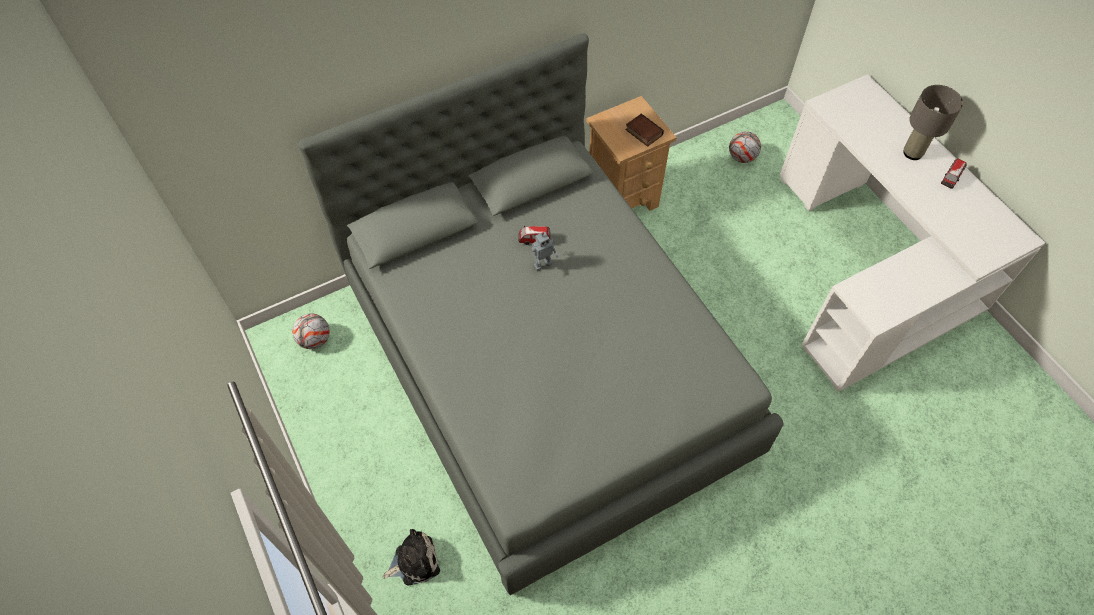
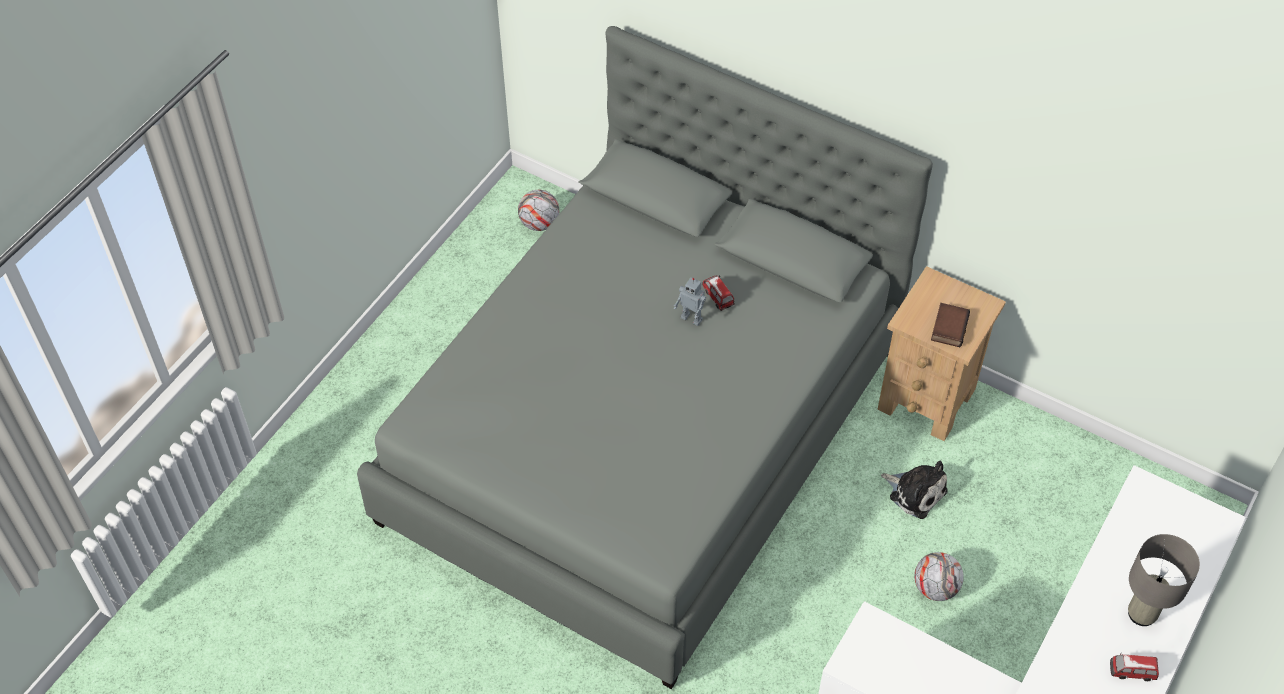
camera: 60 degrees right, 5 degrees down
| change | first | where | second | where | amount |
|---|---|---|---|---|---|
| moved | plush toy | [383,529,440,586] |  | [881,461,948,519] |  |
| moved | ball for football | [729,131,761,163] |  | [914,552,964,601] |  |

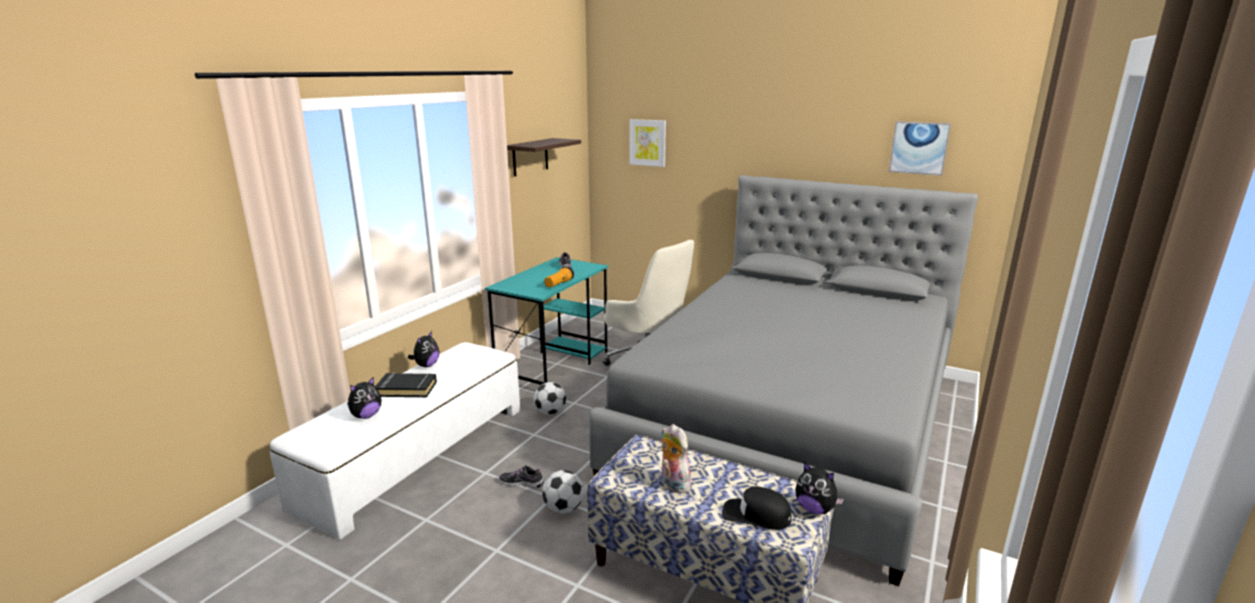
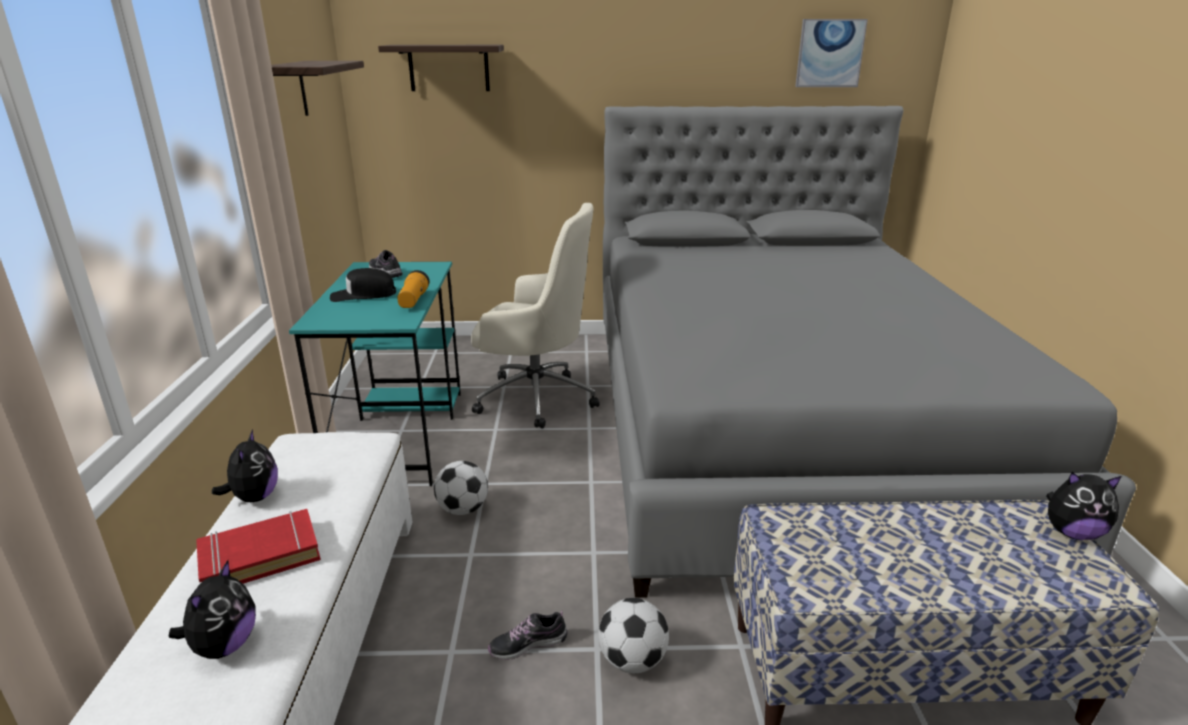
camera: 30 degrees left, 5 degrees up
| change | first | where | second | where | amount |
|---|---|---|---|---|---|
| recoloured | black-coloured bound book | [375,373,437,397] | reddish bound book | [196,509,321,584] |  |
| replaced | picture | [630,119,666,167] | wall shelf | [378,45,504,91] |  |
| removed | plush toy | [661,424,691,493] |  |  |  |
| moved | black-coloured baseball cap | [722,486,791,530] |  | [330,268,396,302] |  |

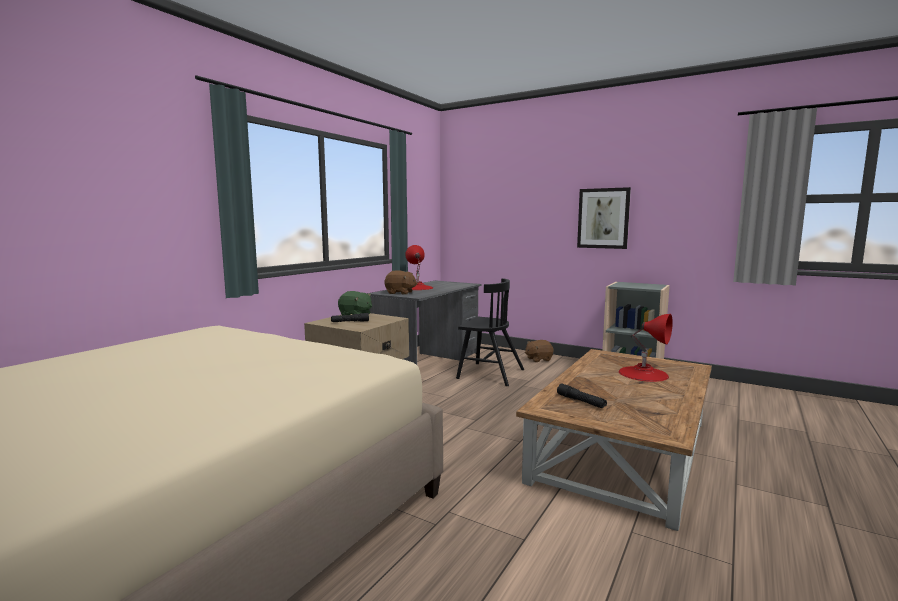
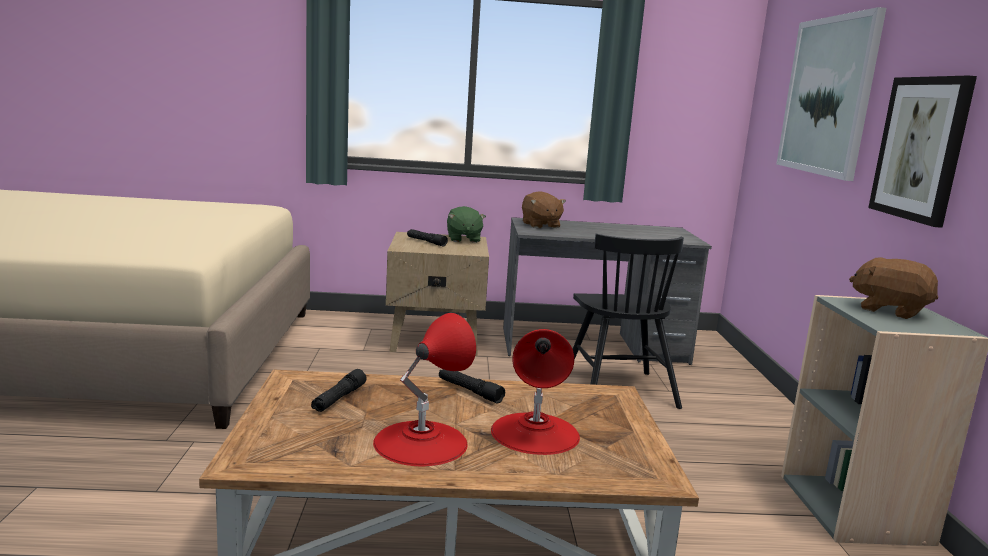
camera: 55 degrees right, 5 degrees up
| change | first | where | second | where | amount |
|---|---|---|---|---|---|
| moved | reddish lamp for a table | [405,245,433,290] |  | [373,313,476,466] |  |
| moved | brown-coloured plush toy | [525,340,553,362] |  | [849,257,938,319] |  |
| added |  |  | black-coloured torch | [439,369,505,403] |  |
| added |  |  | picture | [776,7,886,181] |  |

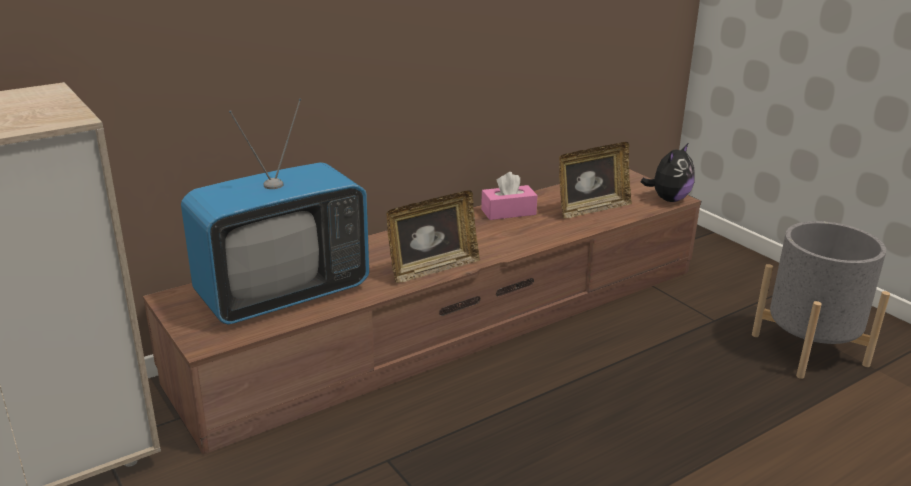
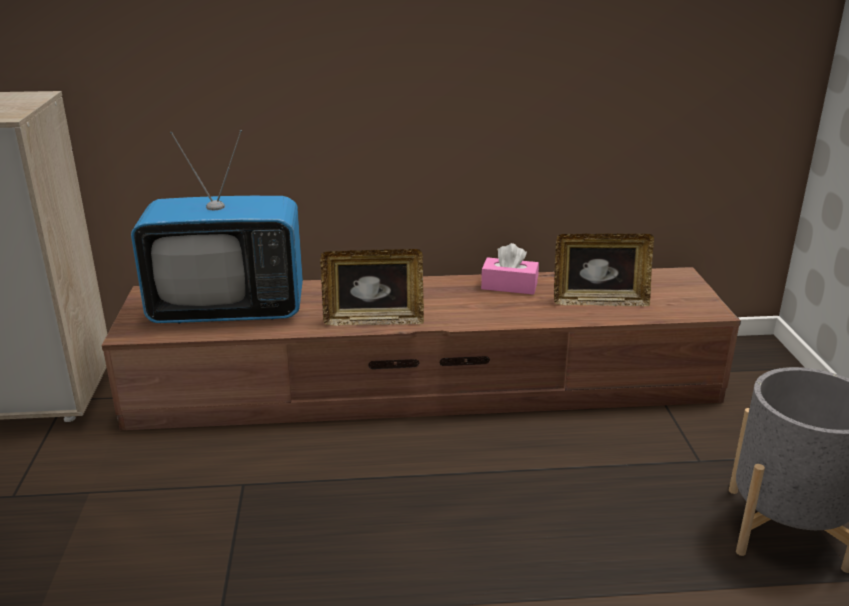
camera: 30 degrees right, 0 degrees up
| change | first | where | second | where | amount |
|---|---|---|---|---|---|
| removed | plush toy | [641,143,694,202] |  |  |  |

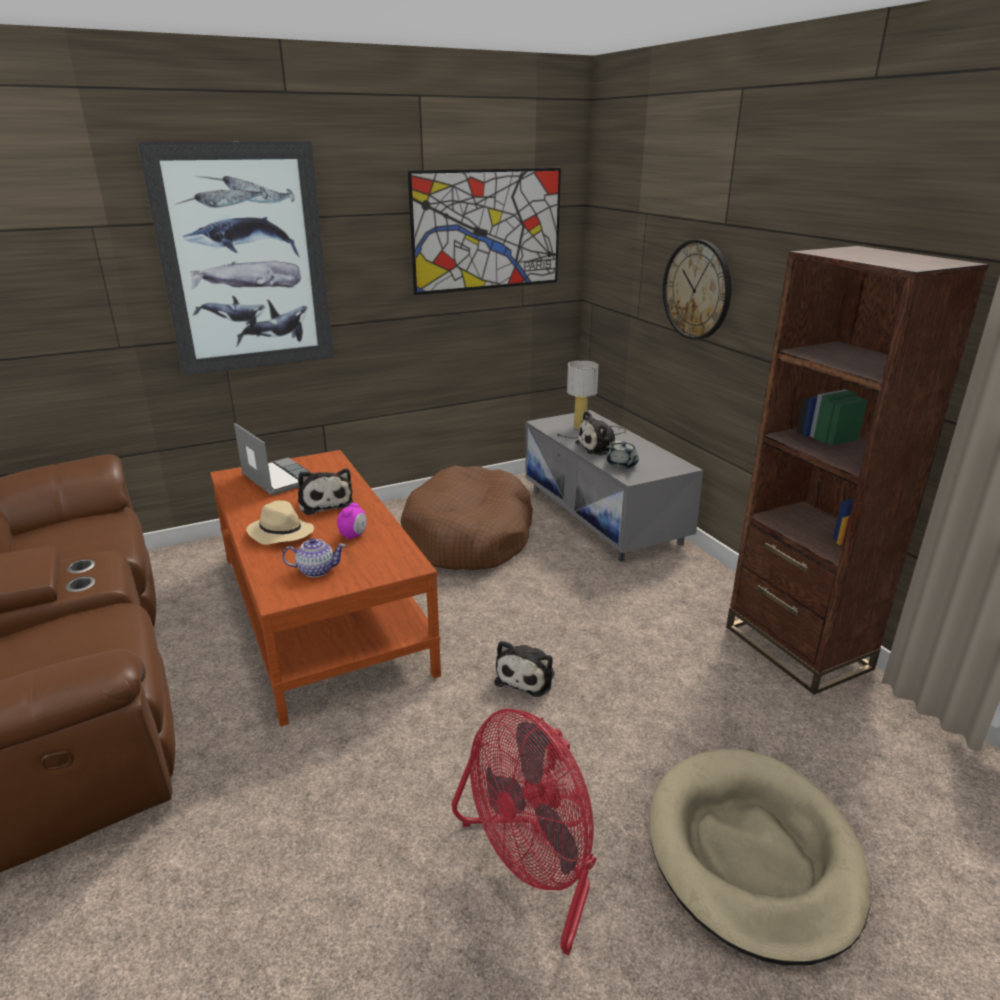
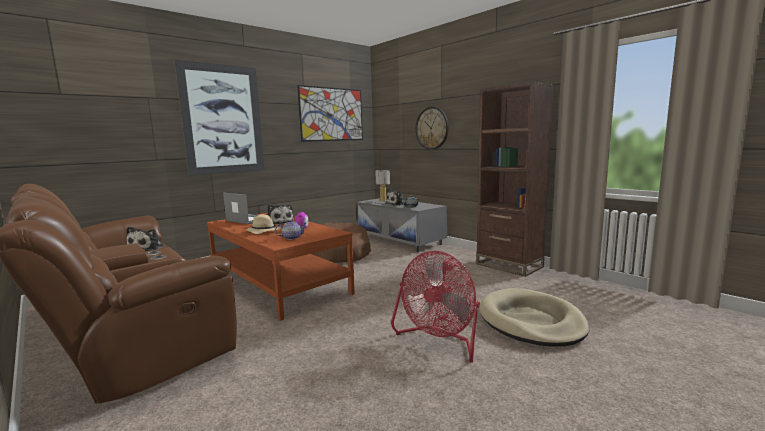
camera: 15 degrees left, 15 degrees down
| change | first | where | second | where | amount |
|---|---|---|---|---|---|
| moved | plush toy | [495,640,555,697] |  | [126,227,164,251] |  |

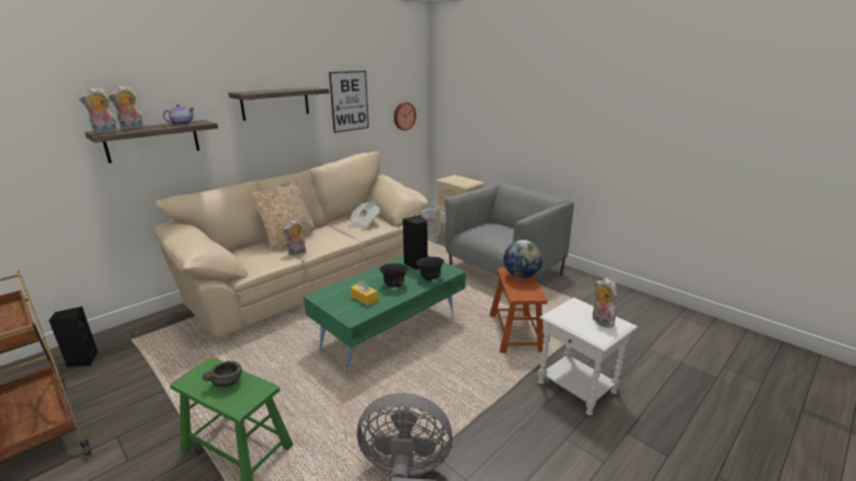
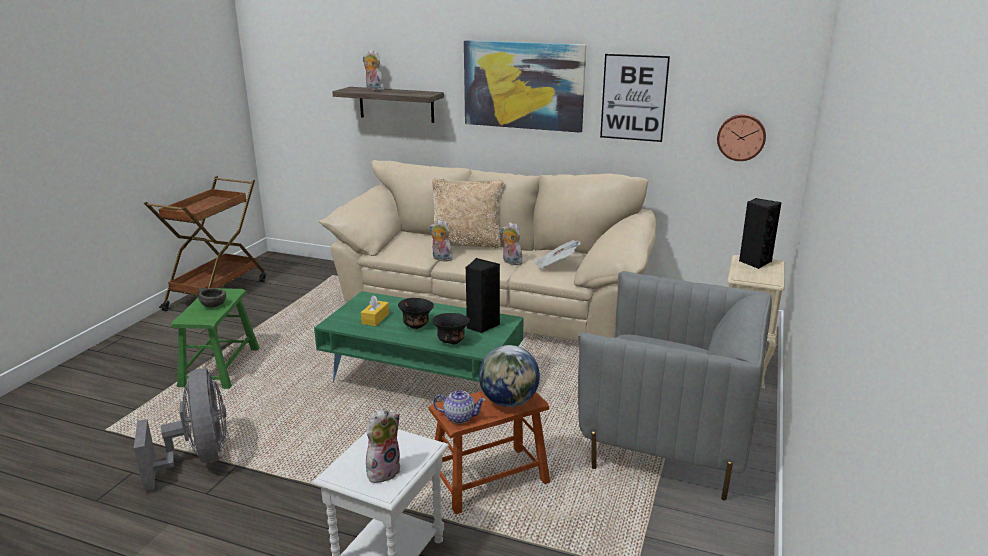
camera: 65 degrees right, 0 degrees up
| change | first | where | second | where | amount |
|---|---|---|---|---|---|
| moved | black-coloured speaker | [49,306,98,367] |  | [739,198,782,269] |  |
| moved | plush toy | [79,87,120,134] |  | [501,222,522,265] |  |
| moved | tea pot | [163,104,194,125] |  | [433,390,486,424] |  |
| replaced | wall shelf | [228,87,329,121] | picture | [464,40,586,133] |  |

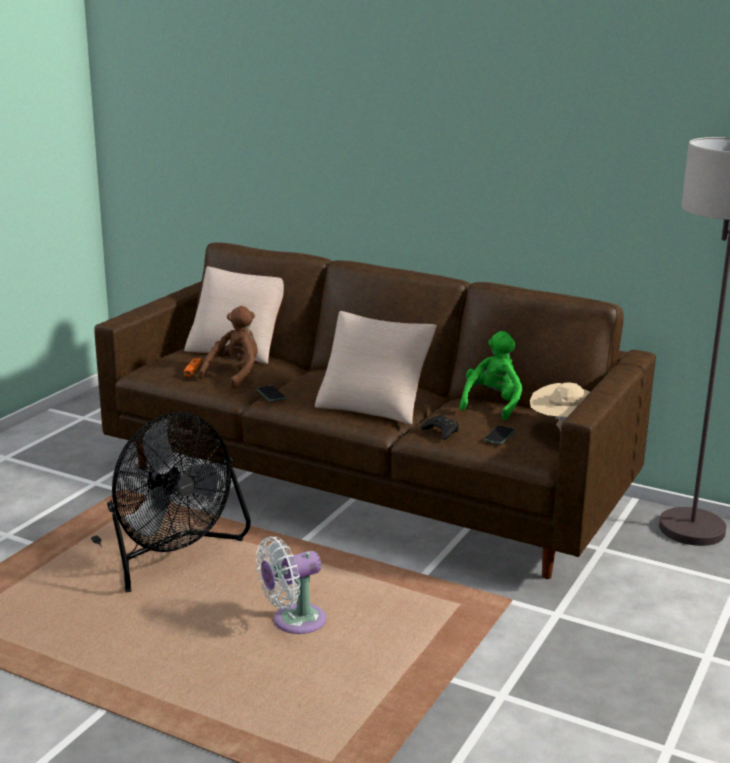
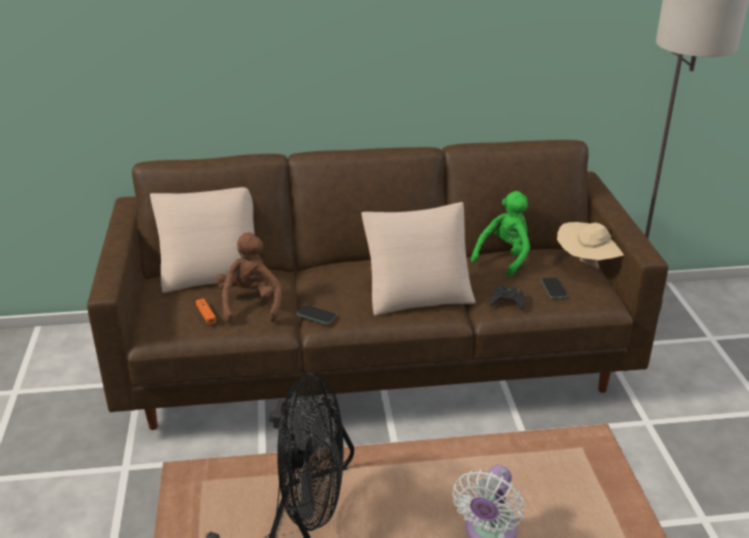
camera: 35 degrees left, 10 degrees up
| change | first | where | second | where | amount |
|---|---|---|---|---|---|
| turned | greenish plush toy | [459,331,523,420] |  | [471,191,530,277] | 45 degrees clockwise |

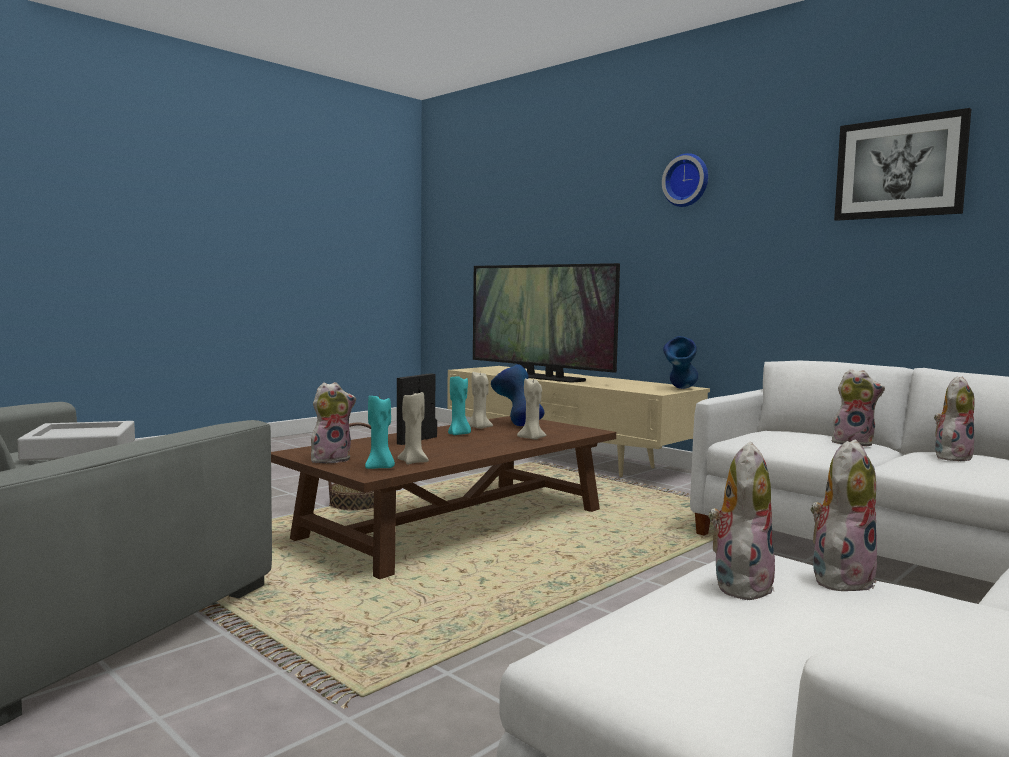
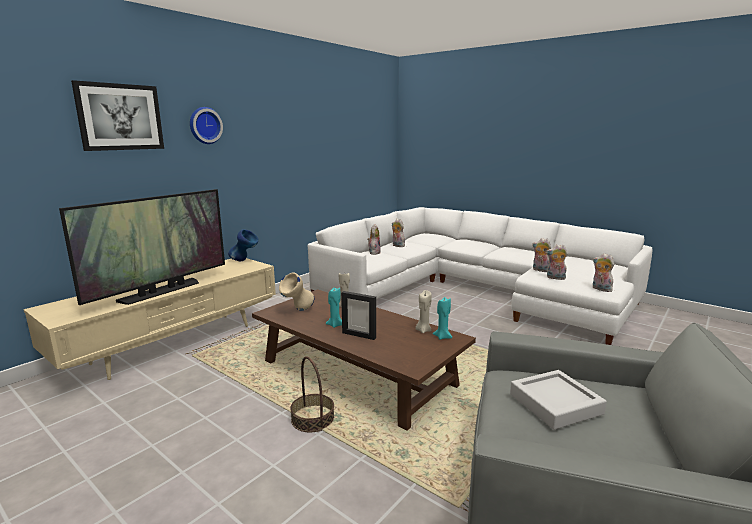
camera: 95 degrees left, 10 degrees up
| change | first | where | second | where | amount |
|---|---|---|---|---|---|
| moved | plush toy | [311,382,356,463] |  | [593,253,614,292] |  |
| removed | beige-coloured wax light | [468,372,493,429] |  |  |  |
| recoloured | blue decorative vase | [491,364,545,426] | beige-coloured decorative vase | [279,272,314,311] |  |
| moved | picture | [834,108,971,221] |  | [71,80,164,151] |  |

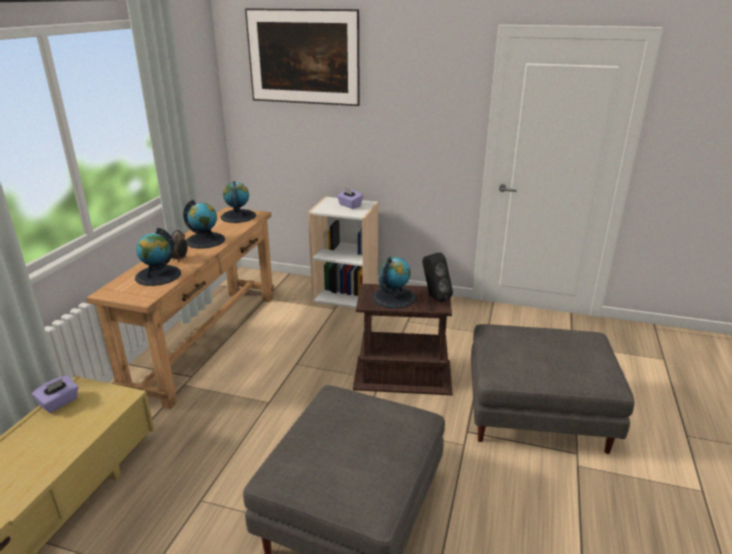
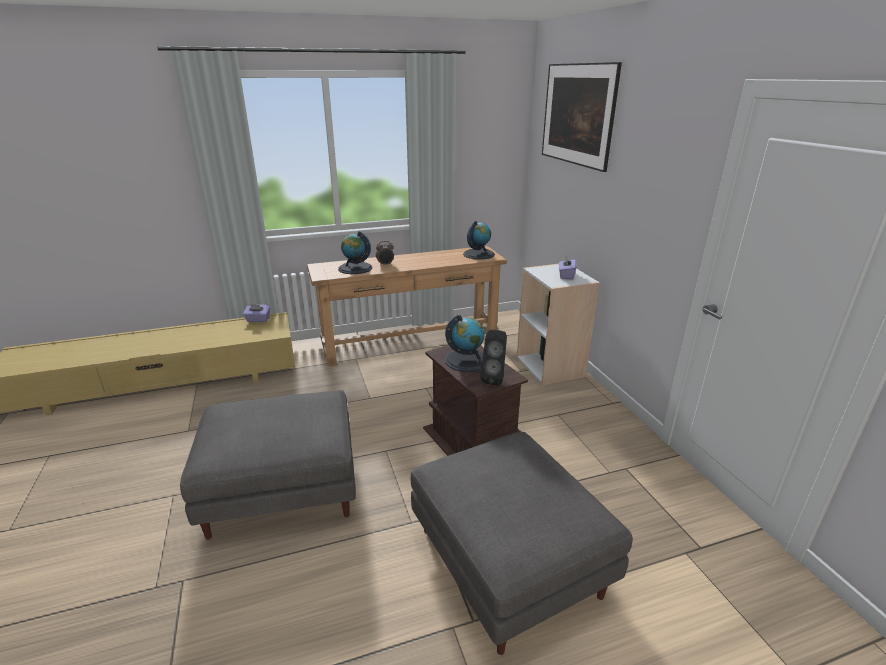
camera: 55 degrees right, 0 degrees up
| change | first | where | second | where | amount |
|---|---|---|---|---|---|
| removed | desk globe | [183,200,225,249] |  |  |  |

